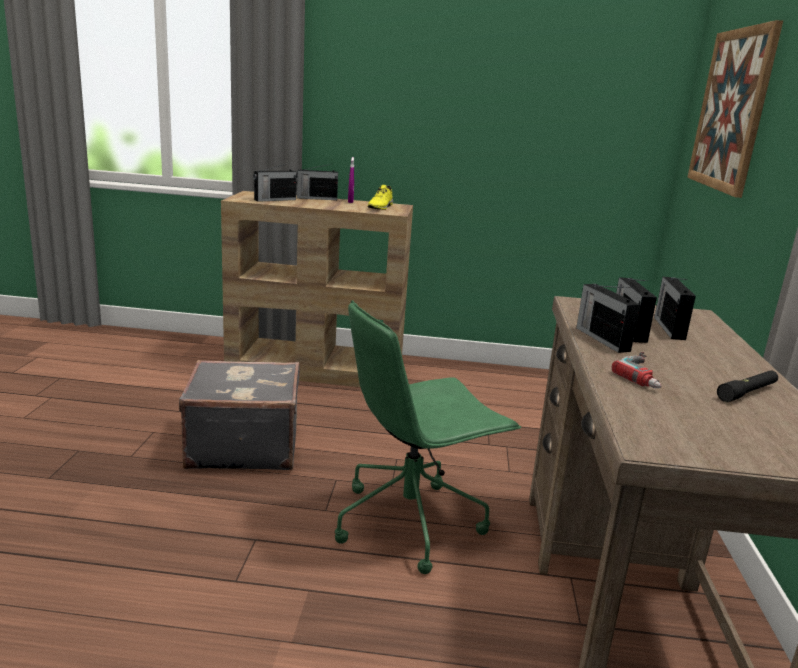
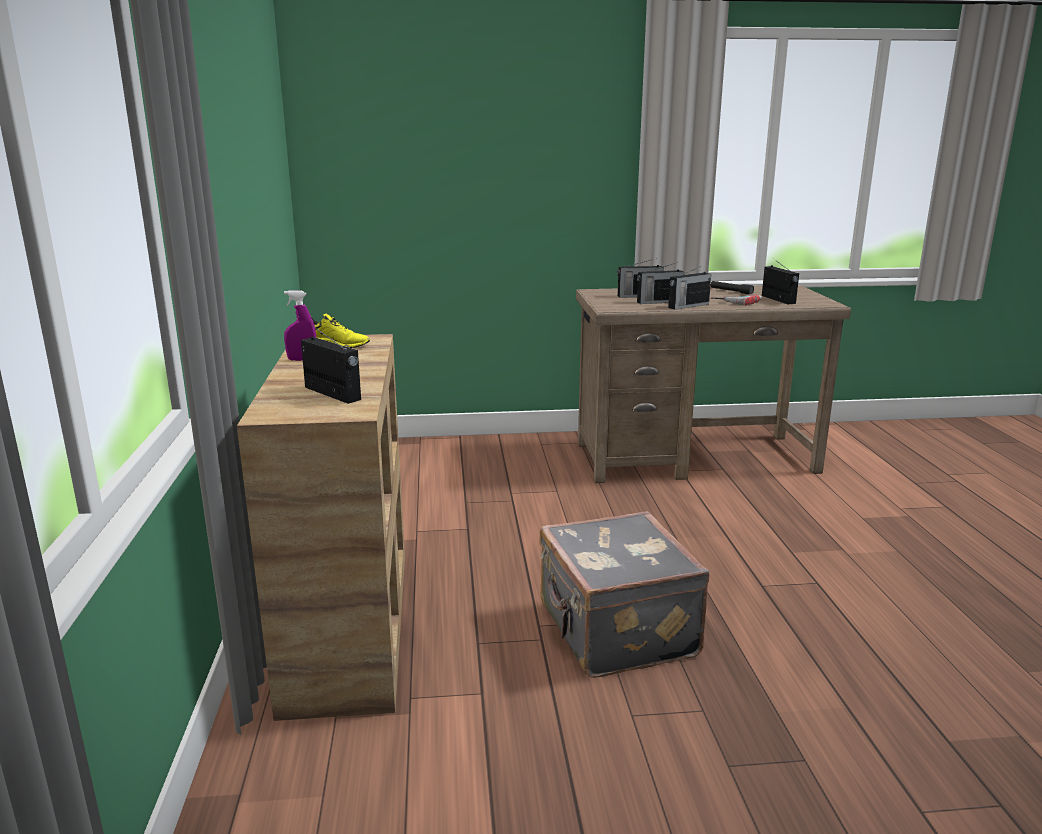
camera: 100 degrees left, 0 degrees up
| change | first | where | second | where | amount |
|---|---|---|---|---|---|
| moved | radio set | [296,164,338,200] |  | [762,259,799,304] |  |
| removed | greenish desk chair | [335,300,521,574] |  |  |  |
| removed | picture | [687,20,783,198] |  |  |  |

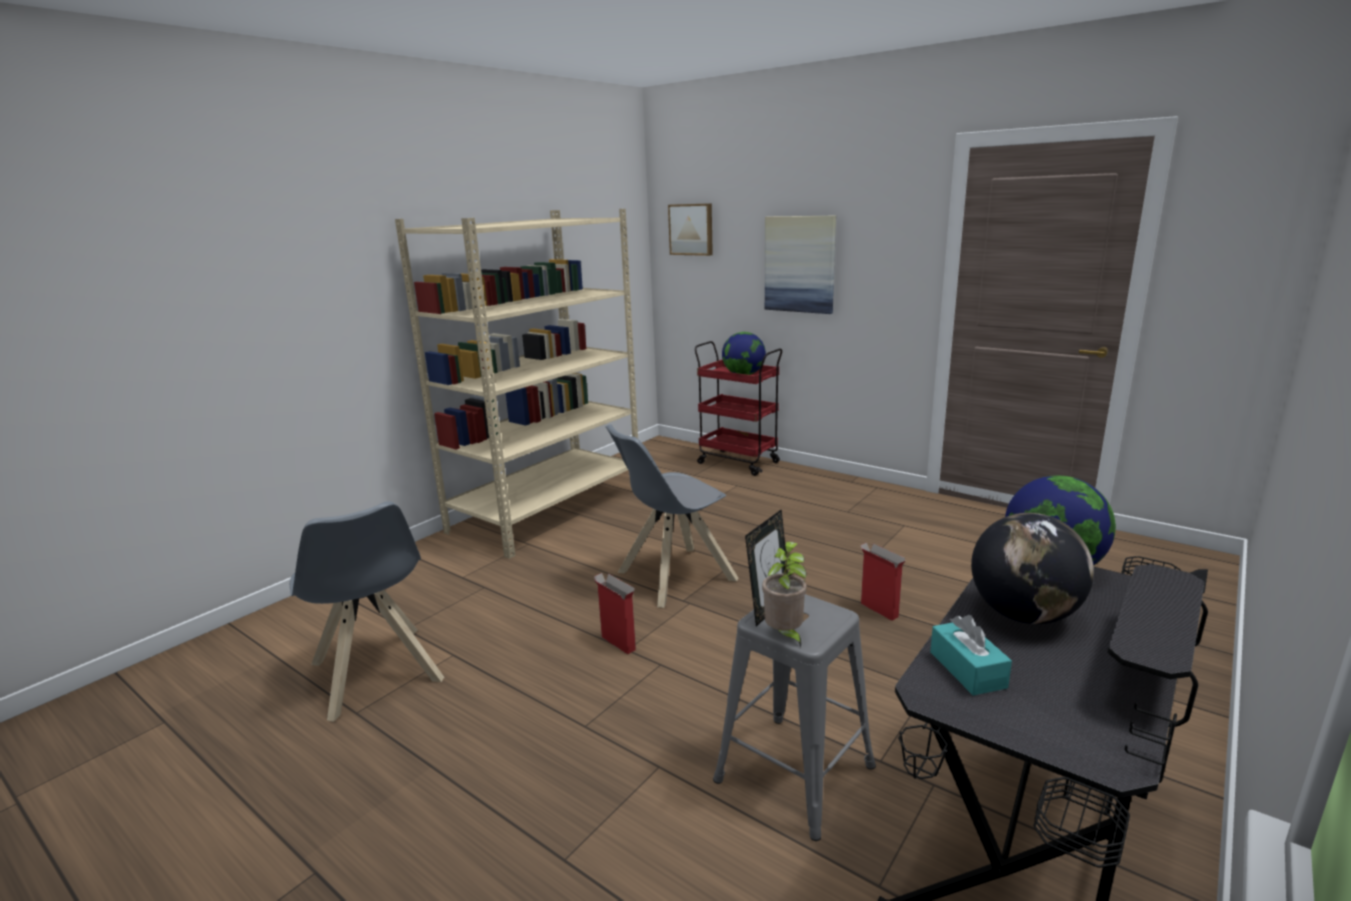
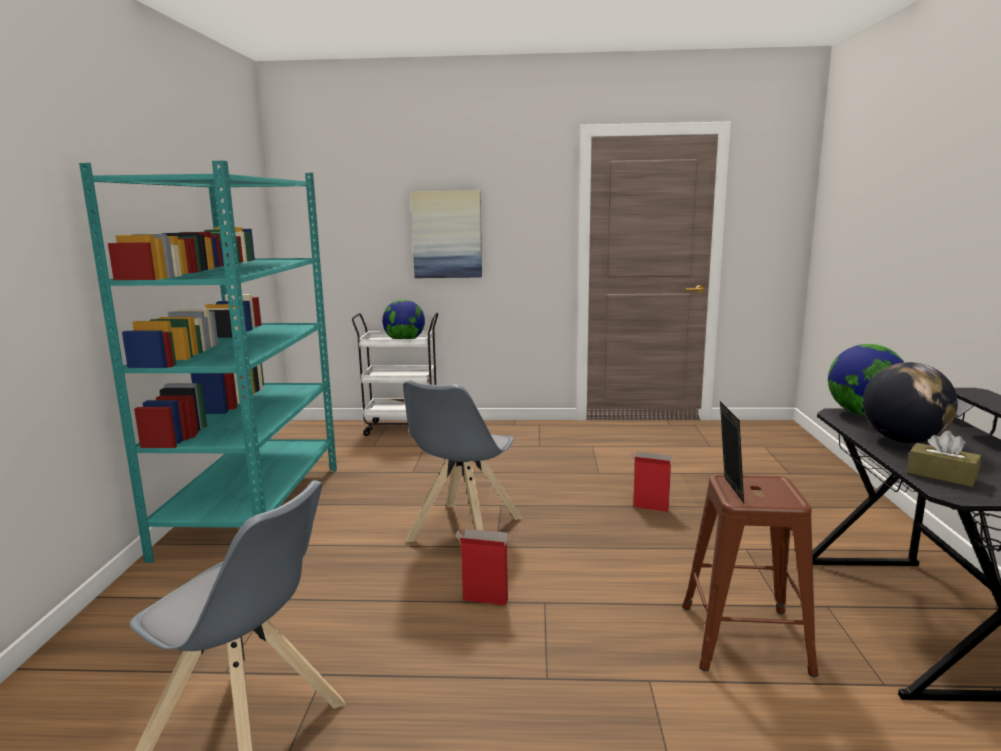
camera: 35 degrees left, 5 degrees down
| change | first | where | second | where | amount |
|---|---|---|---|---|---|
| recoloured | beige-coloured shelving unit | [395,209,638,559] | turquoise-coloured shelving unit | [79,161,337,563] |  |
| removed | picture | [668,203,713,256] |  |  |  |
| recoloured | reddish cart | [695,341,782,476] | white-coloured cart | [352,313,438,436] |  |
| recoloured | gray stool | [713,594,876,841] | brown-coloured stool | [682,474,819,677] |  |
| removed | potted plant | [762,542,807,647] |  |  |  |
| recoloured | turquoise-coloured tissue holder | [930,615,1012,696] | brown-coloured tissue holder | [907,431,981,487] |  |

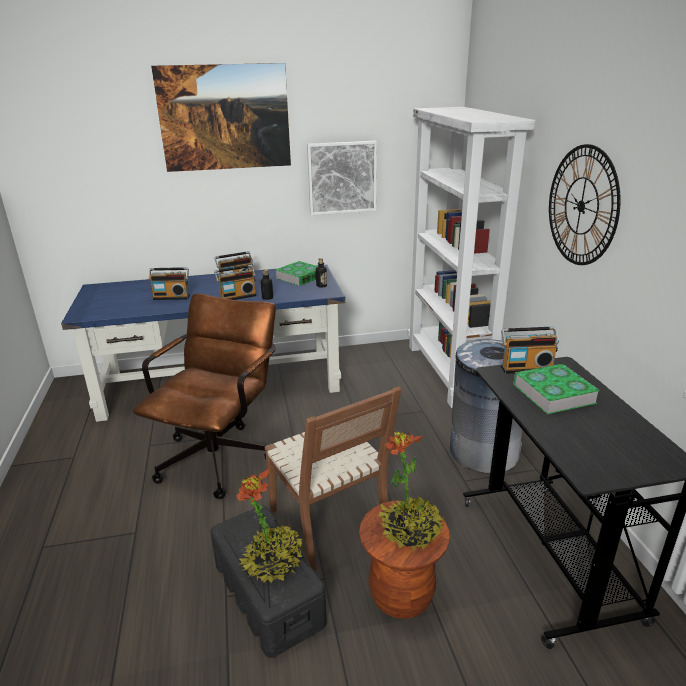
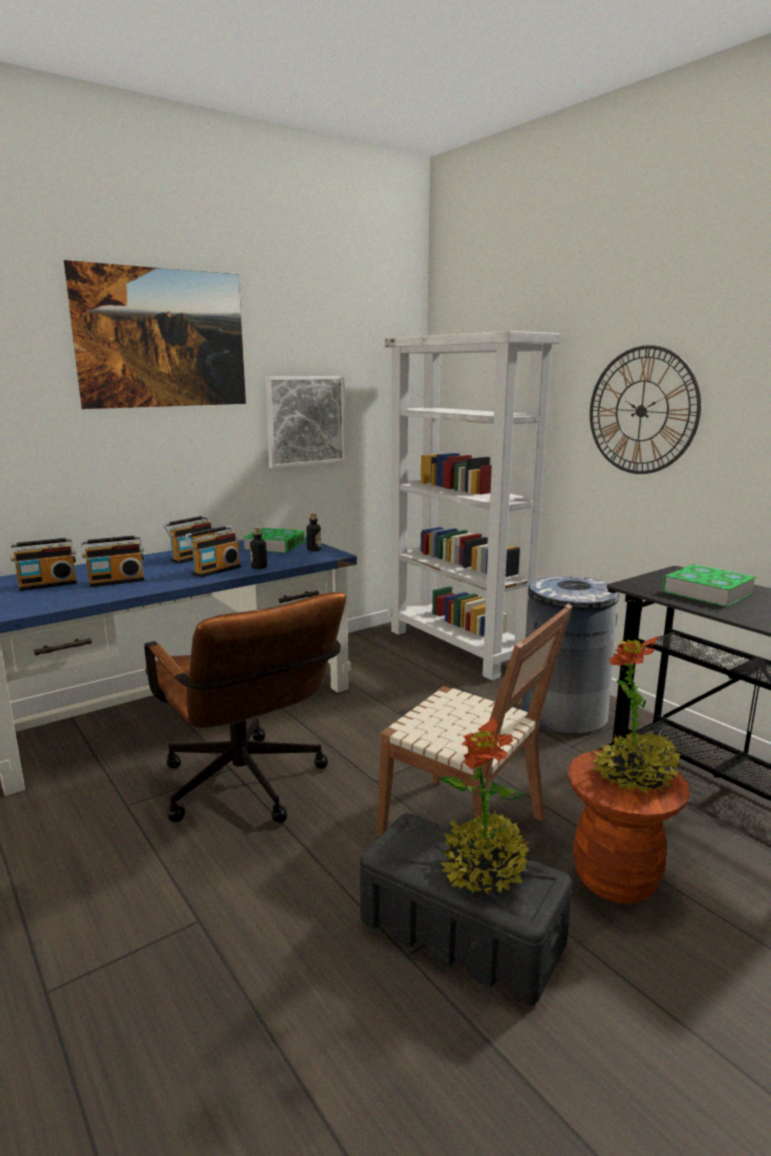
camera: 25 degrees left, 10 degrees down
| change | first | where | second | where | amount |
|---|---|---|---|---|---|
| turned | brown-coloured desk chair | [133,293,276,499] |  | [144,592,346,823] | 150 degrees clockwise |
| moved | radio set | [501,326,559,374] |  | [9,537,77,591] |  |

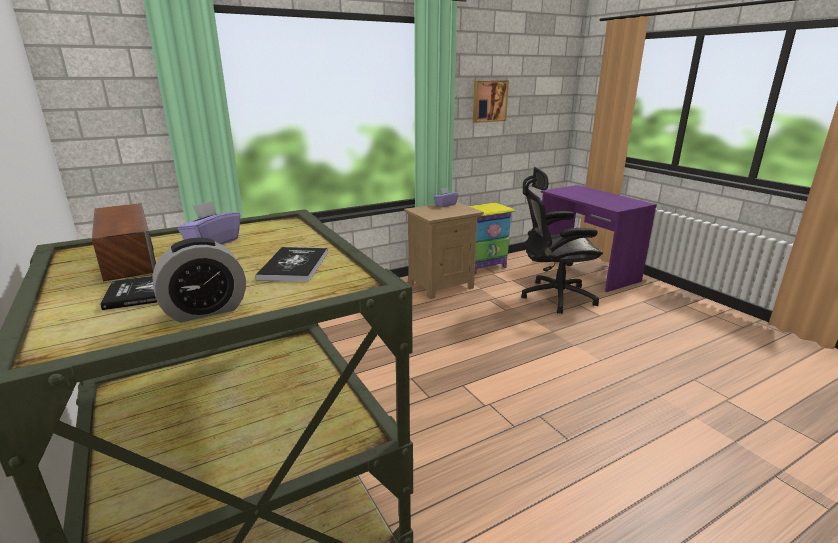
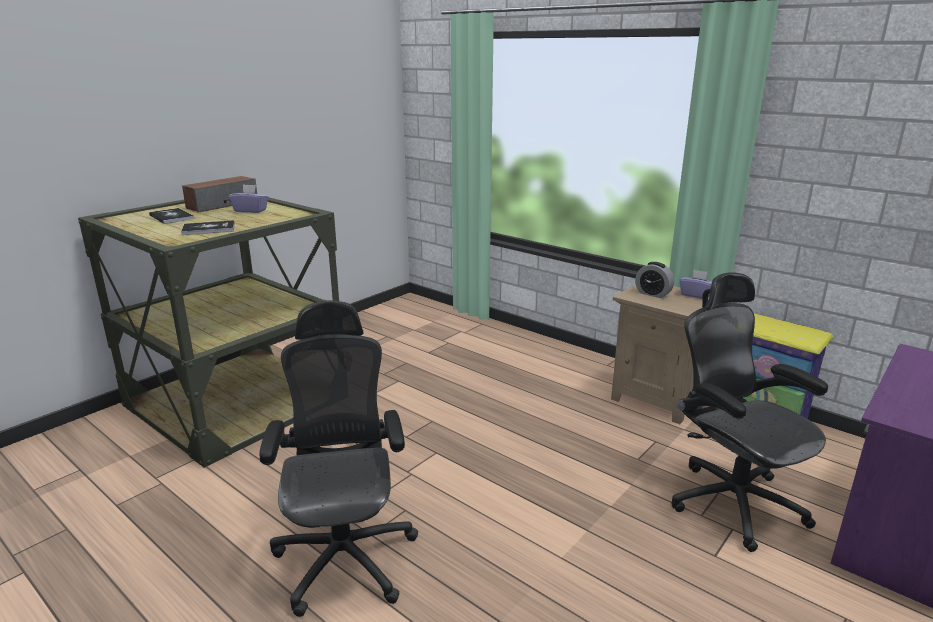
camera: 70 degrees right, 0 degrees up
| change | first | where | second | where | amount |
|---|---|---|---|---|---|
| moved | bedside clock | [152,238,246,323] |  | [635,262,674,298] |  |
| removed | picture | [473,80,509,123] |  |  |  |
| added |  |  | desk chair | [260,300,418,617] |  |

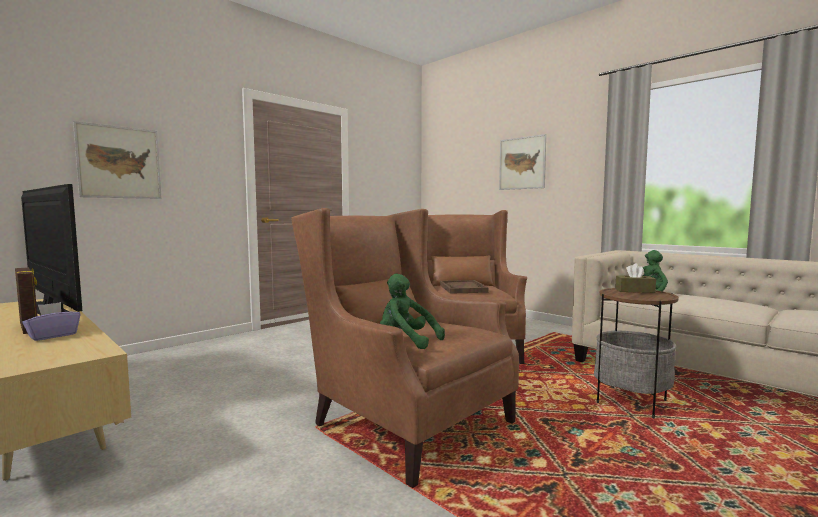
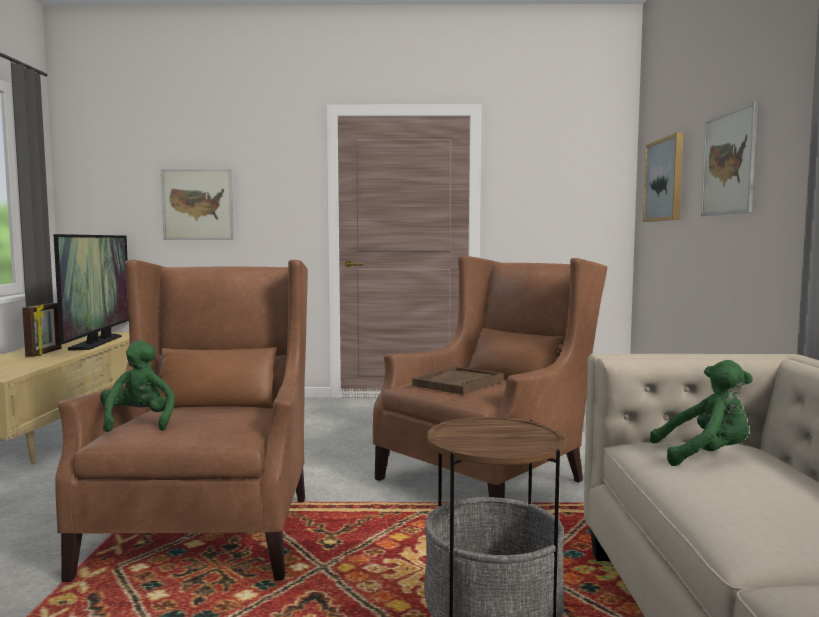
camera: 45 degrees right, 0 degrees up
| change | first | where | second | where | amount |
|---|---|---|---|---|---|
| removed | purple-coloured tissue holder | [22,302,80,341] |  |  |  |
| removed | brown-coloured tissue holder | [615,263,656,293] |  |  |  |
| added |  |  | picture | [643,133,683,222] |  |

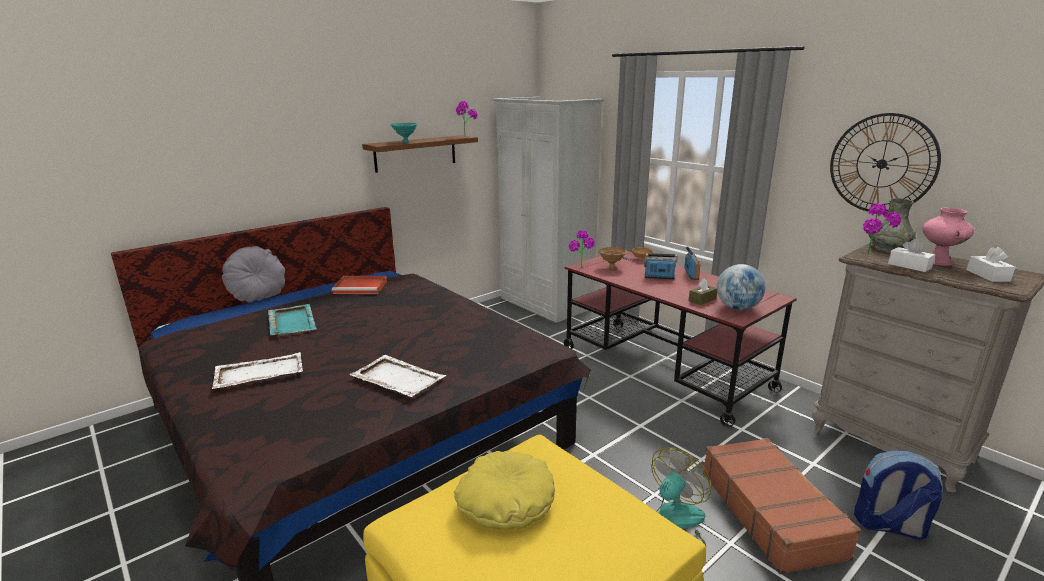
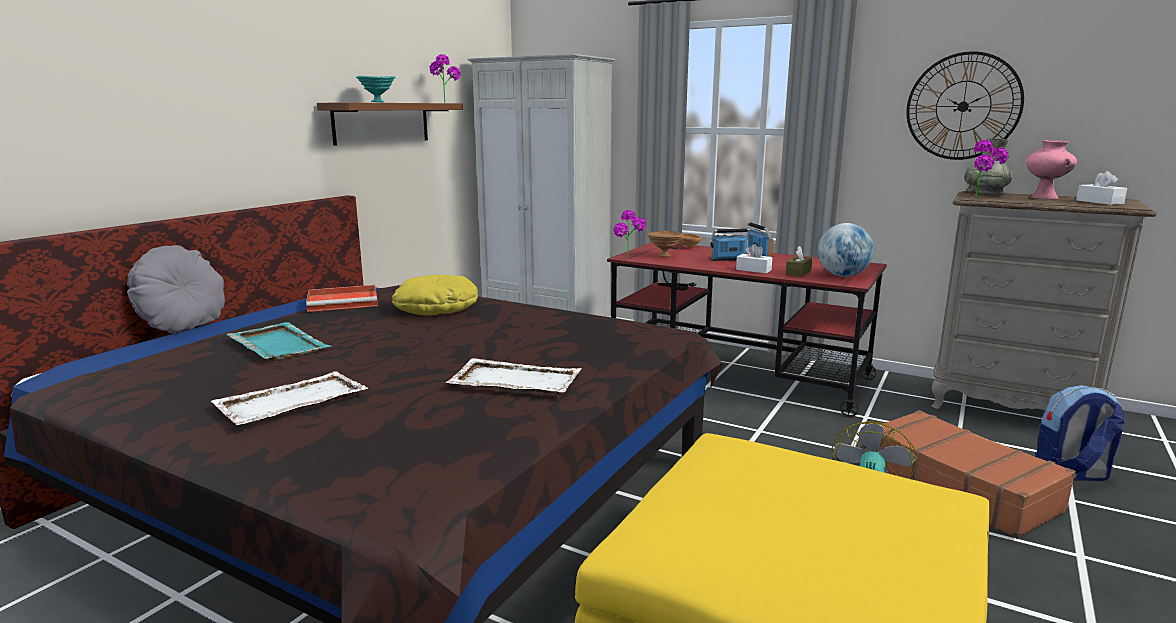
camera: 20 degrees left, 5 degrees down
| change | first | where | second | where | amount |
|---|---|---|---|---|---|
| moved | yellow-coloured cushion | [454,451,555,529] |  | [392,275,478,316] |  |
| moved | white-coloured tissue holder | [888,239,935,272] |  | [736,244,772,273] |  |

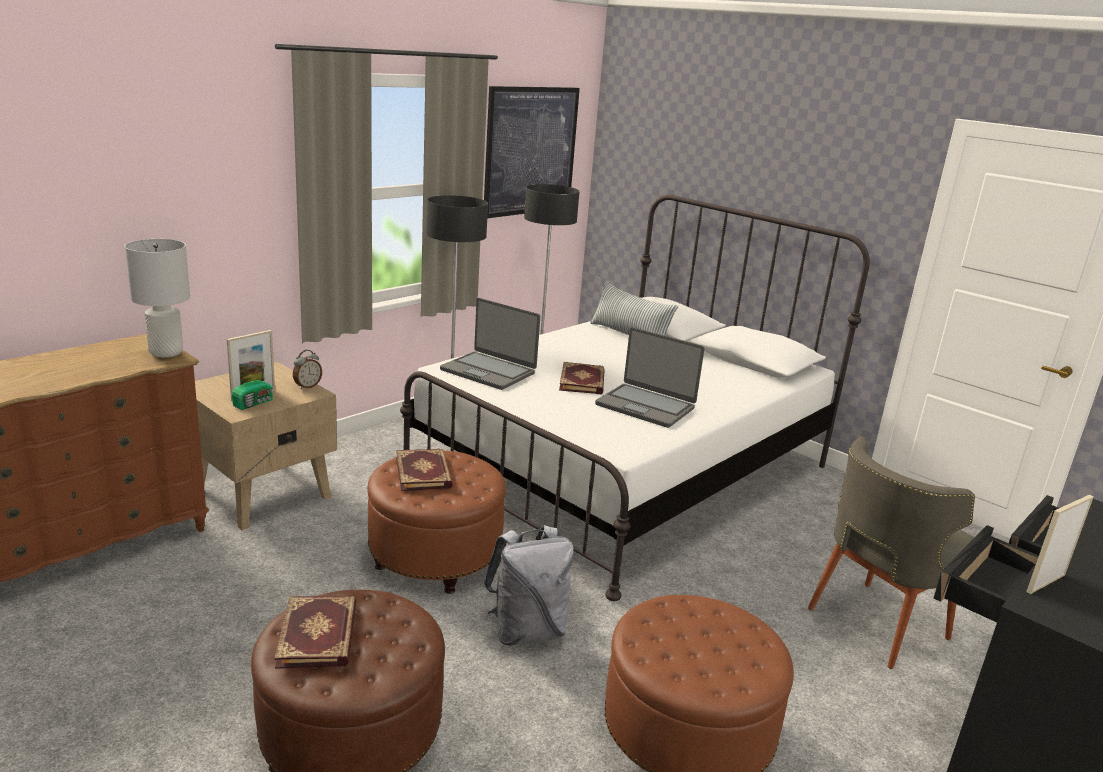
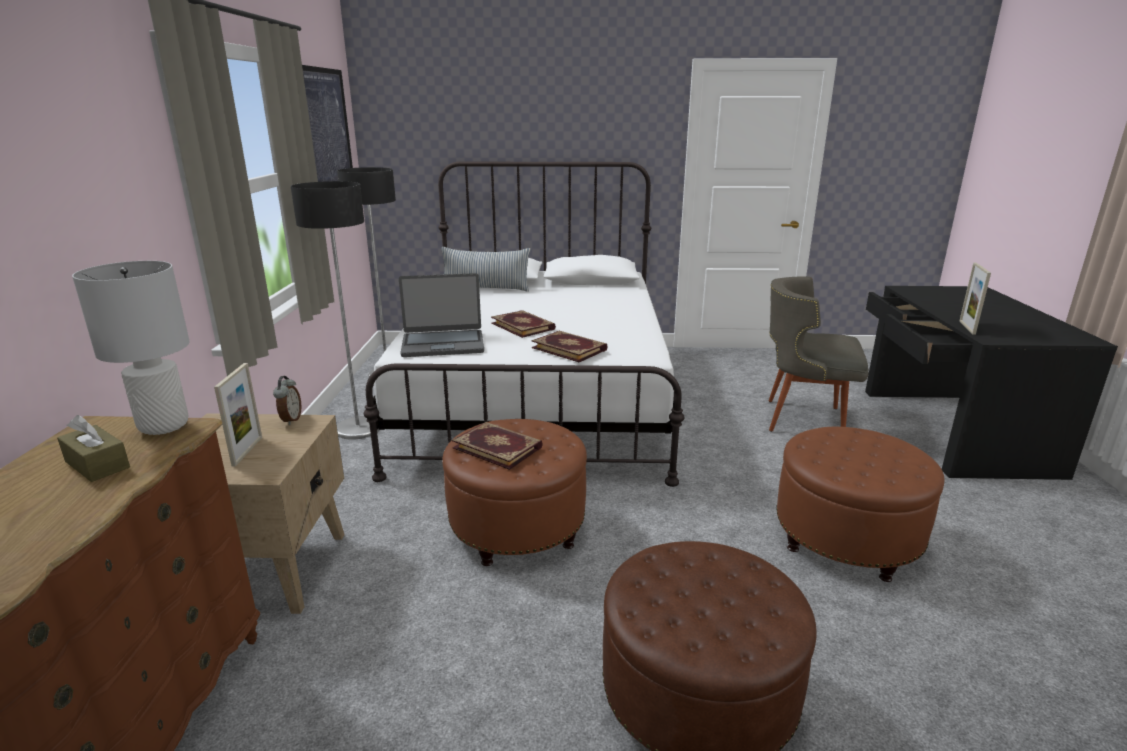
camera: 40 degrees left, 0 degrees up
| change | first | where | second | where | amount |
|---|---|---|---|---|---|
| removed | radio set | [232,362,273,410] |  |  |  |
| moved | bound book | [274,595,356,669] |  | [531,331,607,362] |  |
| removed | gray knapsack | [483,525,574,646] |  |  |  |
| removed | notebook computer | [595,327,705,428] |  |  |  |
| turned | gray plain chair | [808,436,975,669] |  | [769,276,868,432] | 90 degrees clockwise |
| added |  |  | brown-coloured tissue holder | [57,415,130,482] |  |

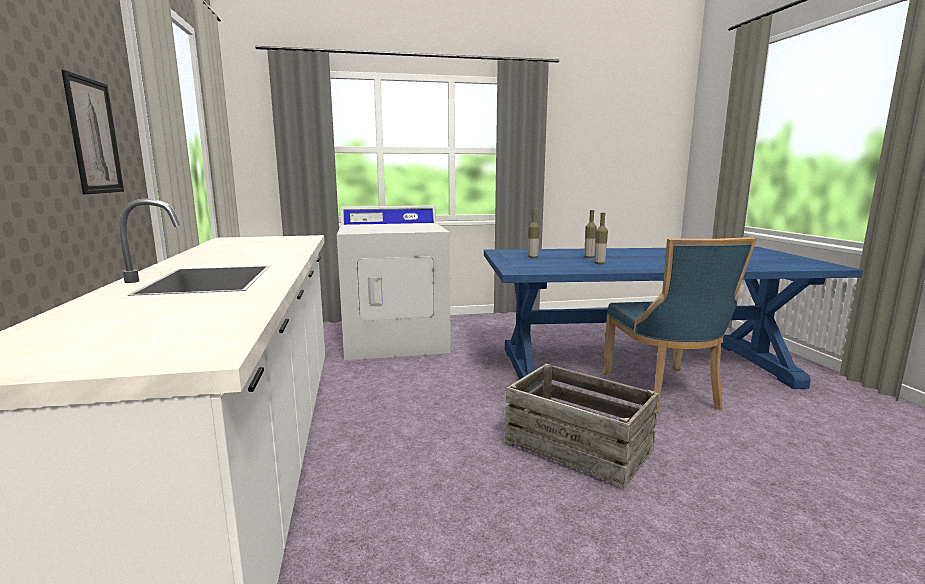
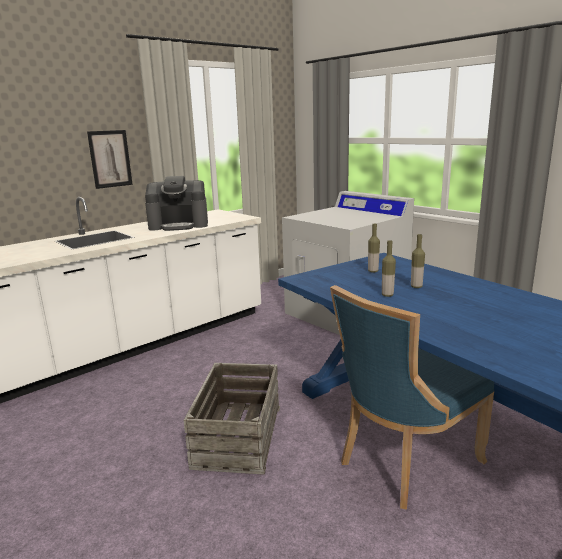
camera: 60 degrees right, 5 degrees up
| change | first | where | second | where | amount |
|---|---|---|---|---|---|
| added |  |  | coffee maker | [145,176,208,231] |  |

